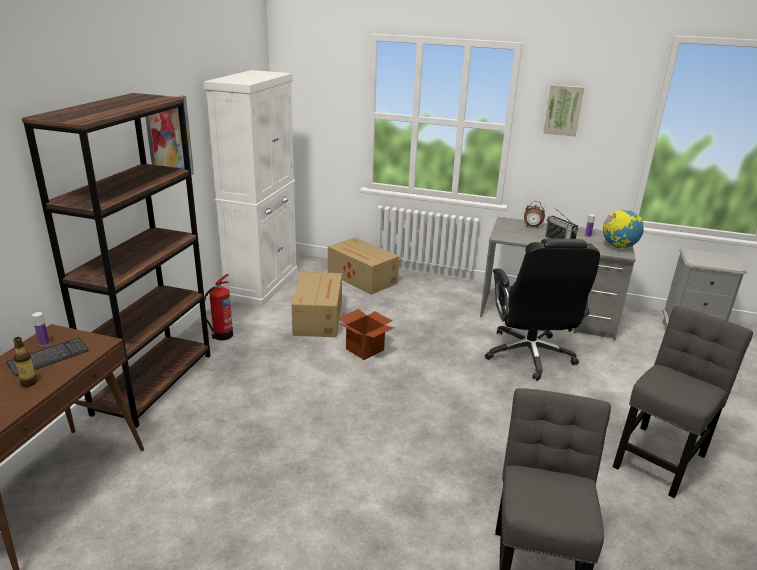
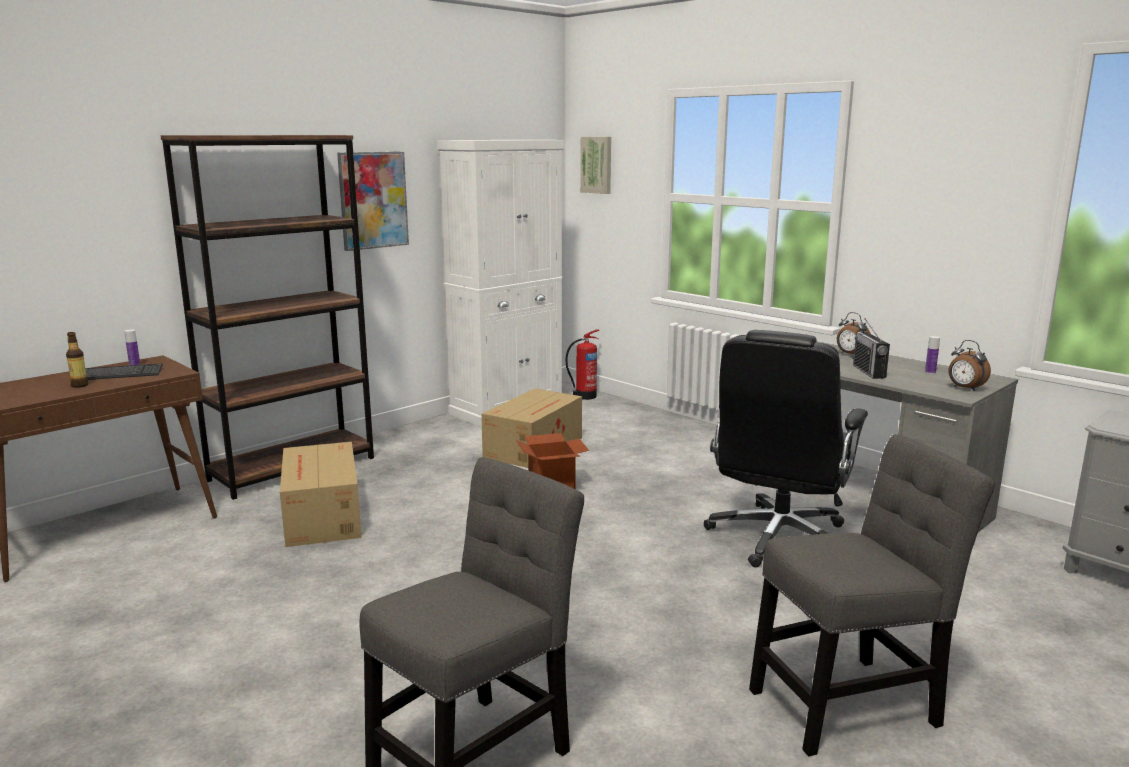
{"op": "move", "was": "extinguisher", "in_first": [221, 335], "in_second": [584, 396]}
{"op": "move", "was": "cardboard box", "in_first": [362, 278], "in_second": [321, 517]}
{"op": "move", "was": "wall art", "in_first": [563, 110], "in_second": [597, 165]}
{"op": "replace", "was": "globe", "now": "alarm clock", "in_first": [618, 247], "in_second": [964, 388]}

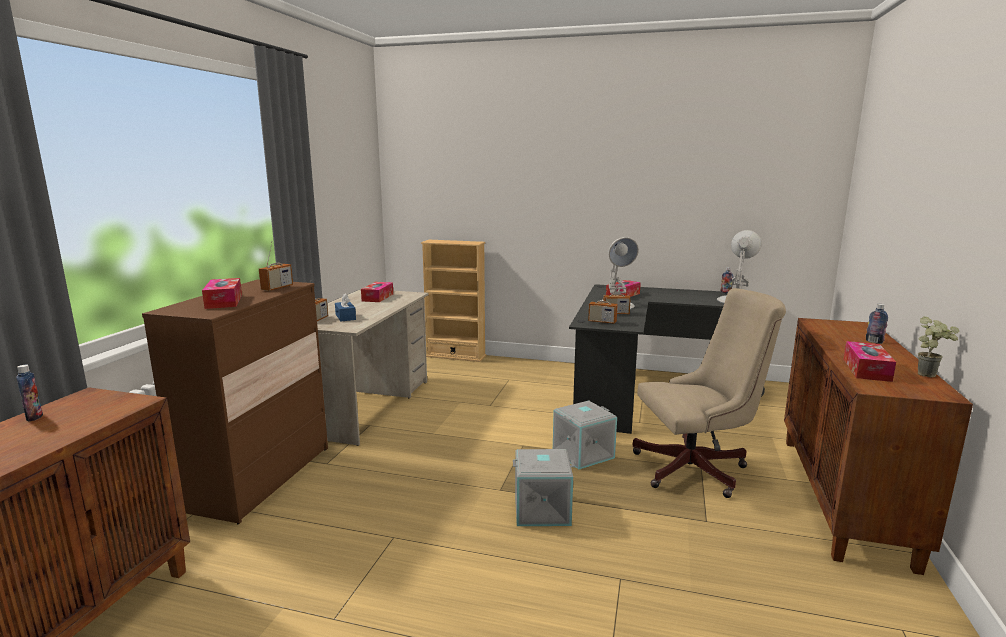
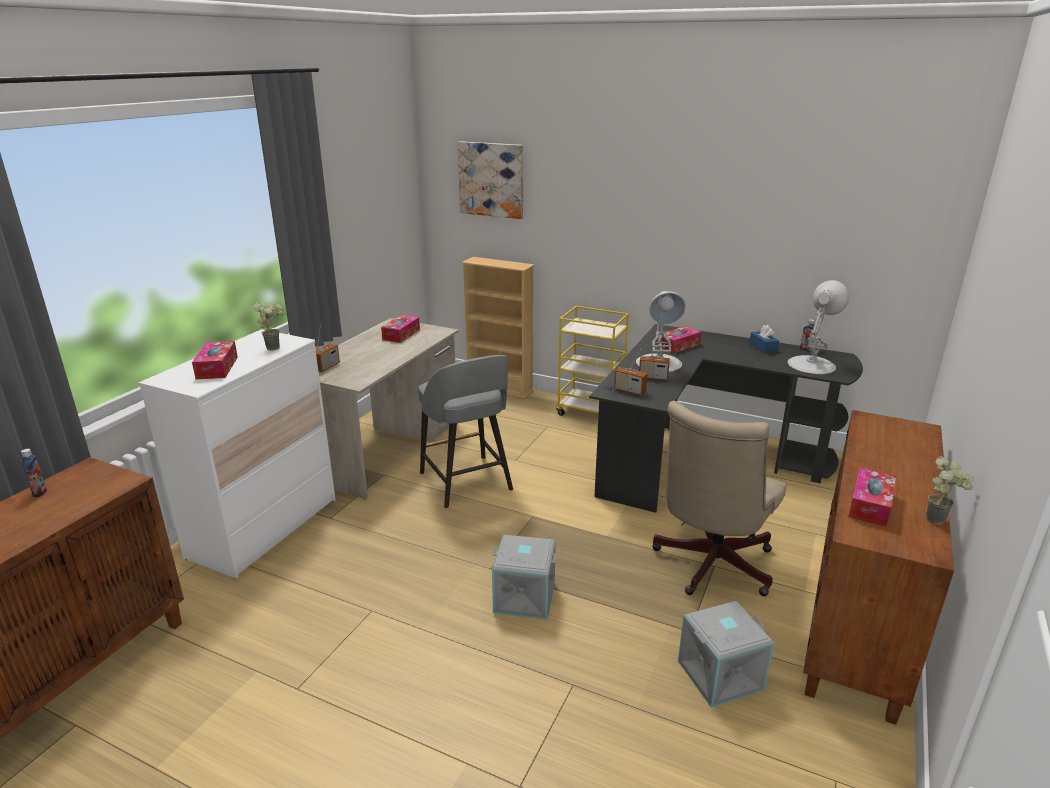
{"op": "delete", "was": "bottle", "in_first": [874, 341]}
{"op": "insert", "now": "gray stool", "in_second": [466, 483]}
{"op": "insert", "now": "wall art", "in_second": [491, 179]}
{"op": "insert", "now": "yellow-coloured cart", "in_second": [591, 412]}
{"op": "move", "was": "blue tissue box", "in_first": [345, 317], "in_second": [763, 347]}
{"op": "move", "was": "gray storage container", "in_first": [583, 453], "in_second": [720, 674]}
{"op": "replace", "was": "radio", "now": "plant in a pot", "in_first": [277, 288], "in_second": [275, 347]}
{"op": "recolor", "was": "brownish chest of drawers", "now": "white chest of drawers", "in_first": [259, 478], "in_second": [264, 528]}
{"op": "rotate", "was": "beige computer chair", "in_first": [697, 469], "in_second": [710, 566], "clockwise": 120}

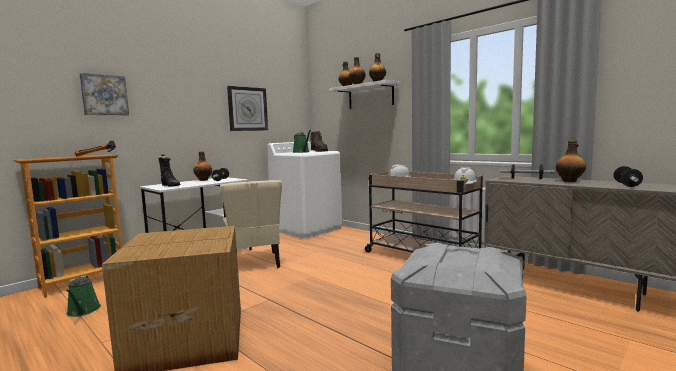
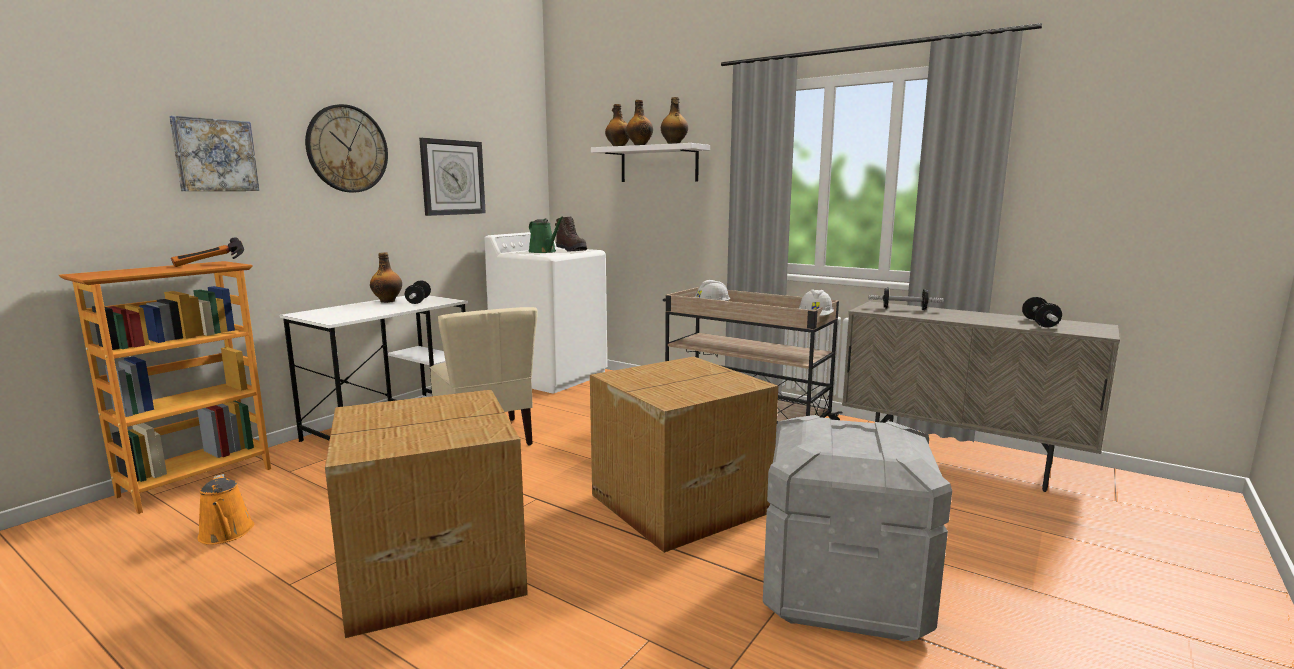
{"op": "delete", "was": "black tall boot", "in_first": [170, 186]}
{"op": "delete", "was": "bottle", "in_first": [570, 181]}
{"op": "insert", "now": "hanging clock", "in_second": [347, 149]}
{"op": "insert", "now": "cardboard box", "in_second": [676, 503]}
{"op": "recolor", "was": "green sprinkling can", "now": "orangey sprinkling can", "in_first": [83, 311], "in_second": [226, 534]}

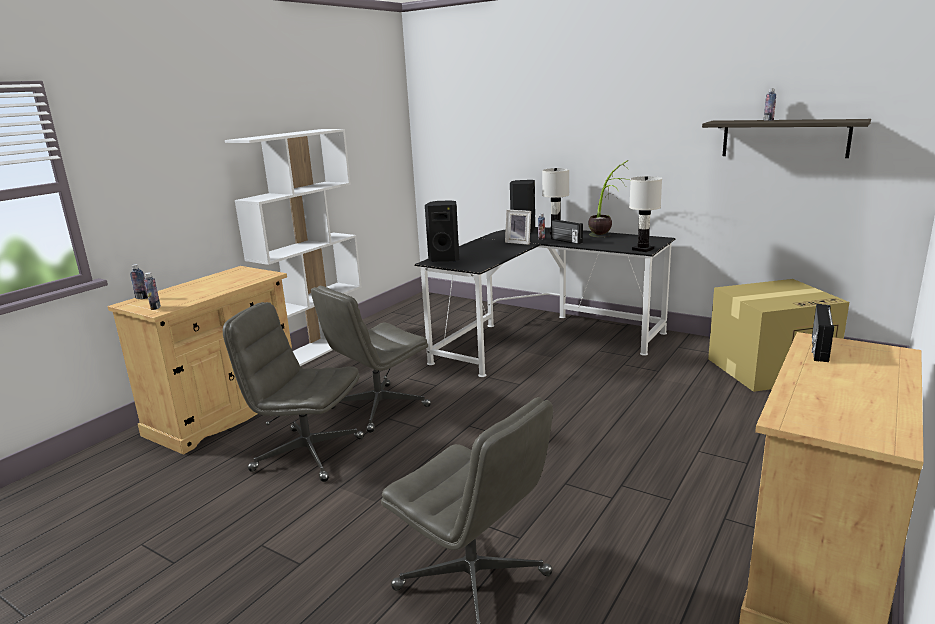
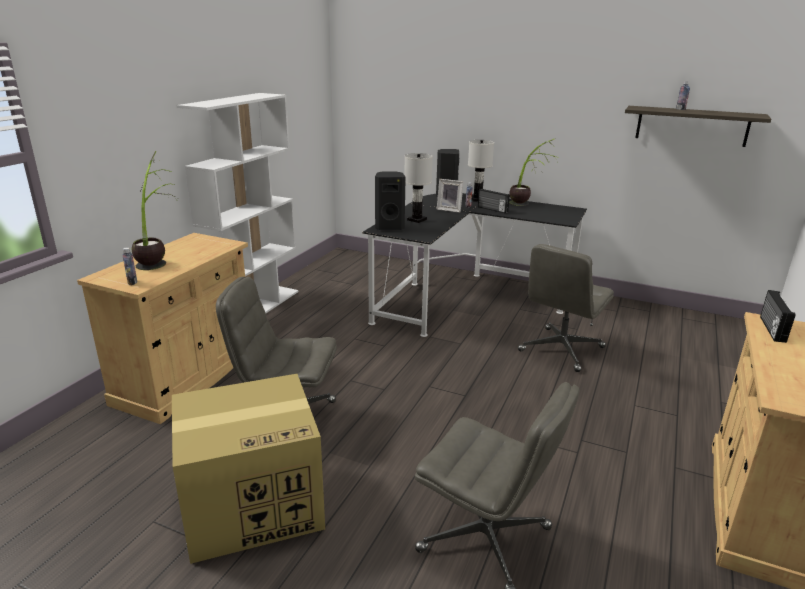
{"op": "delete", "was": "bottle", "in_first": [142, 298]}
{"op": "insert", "now": "plant in a pot", "in_second": [158, 258]}
{"op": "move", "was": "gray computer chair", "in_first": [378, 408], "in_second": [561, 350]}
{"op": "move", "was": "white table lamp", "in_first": [643, 249], "in_second": [416, 219]}
{"op": "move", "was": "cardboard box", "in_first": [770, 368], "in_second": [254, 503]}

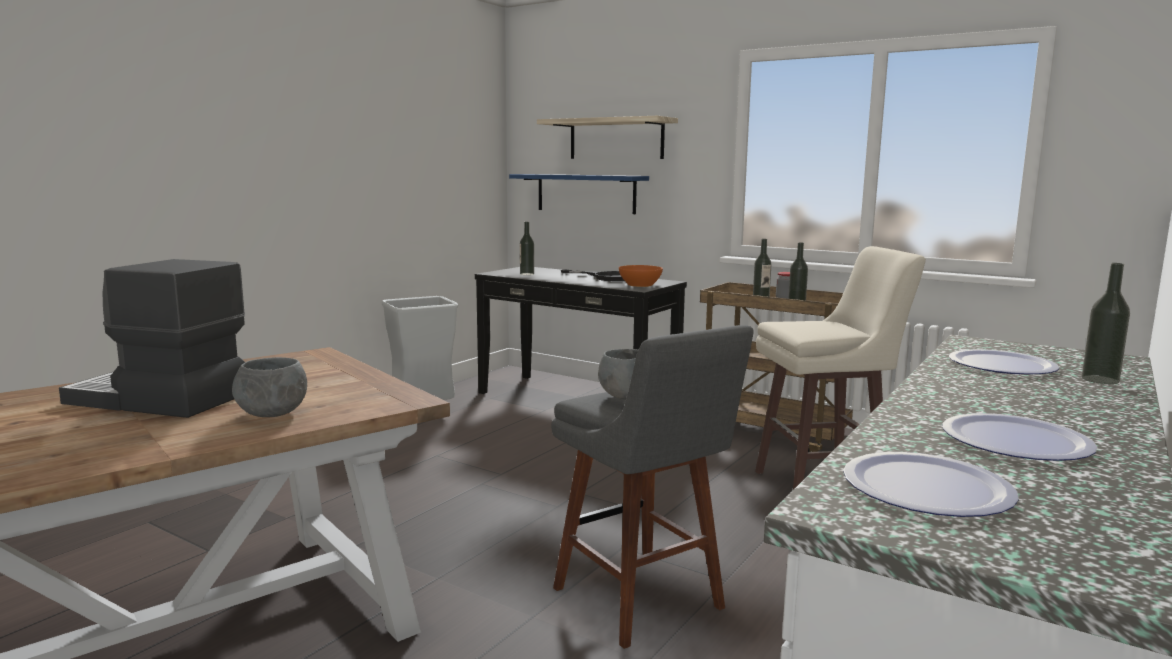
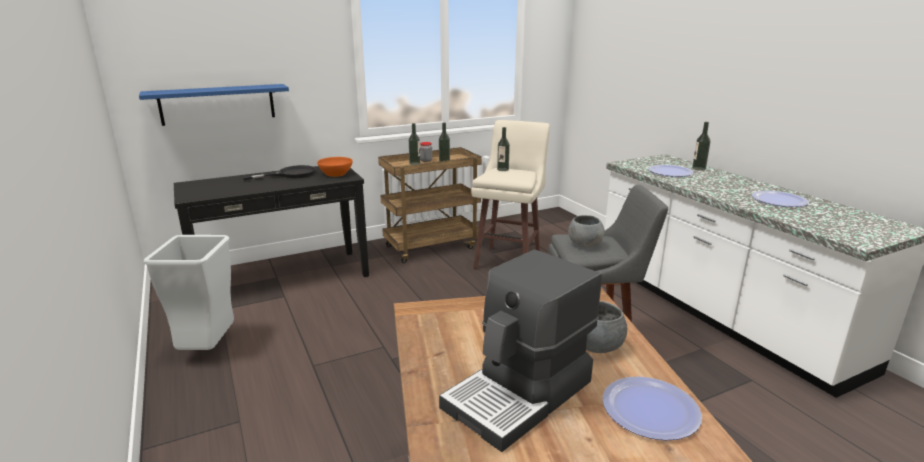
{"op": "delete", "was": "bracket shelf", "in_first": [616, 139]}
{"op": "move", "was": "bottle", "in_first": [527, 274], "in_second": [503, 169]}
{"op": "move", "was": "dinner plate", "in_first": [926, 488], "in_second": [650, 409]}

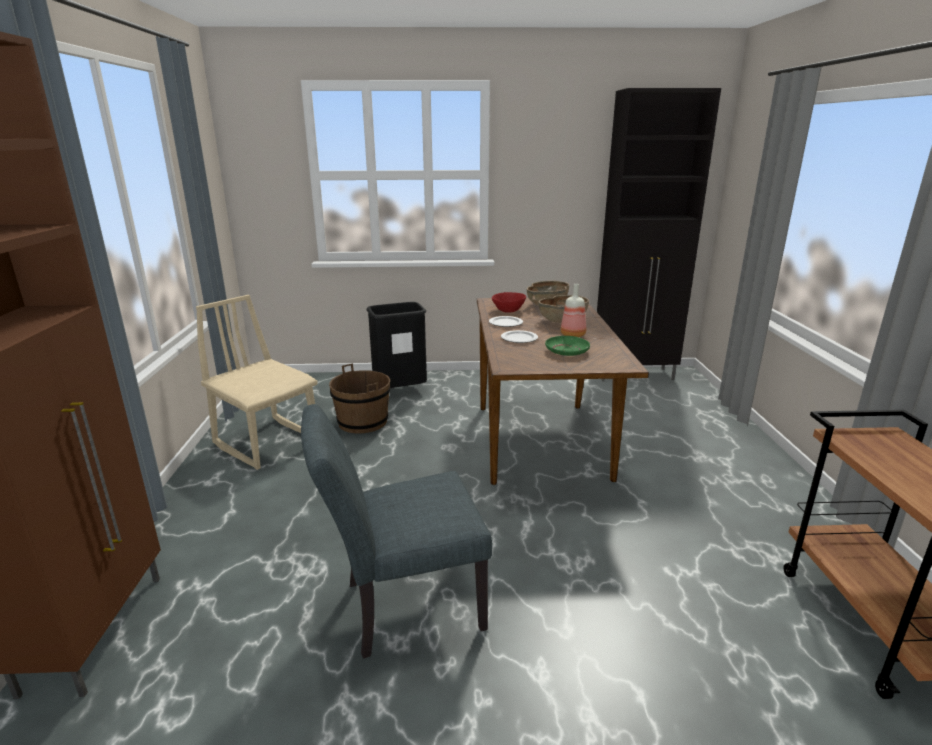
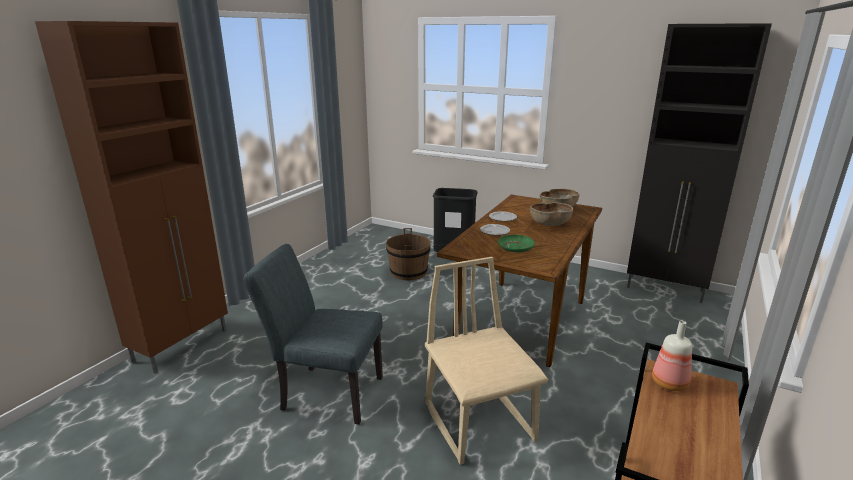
{"op": "delete", "was": "red-coloured deep dish", "in_first": [508, 310]}
{"op": "move", "was": "beige upright chair", "in_first": [268, 442], "in_second": [480, 422]}
{"op": "move", "was": "bottle", "in_first": [573, 335], "in_second": [670, 384]}

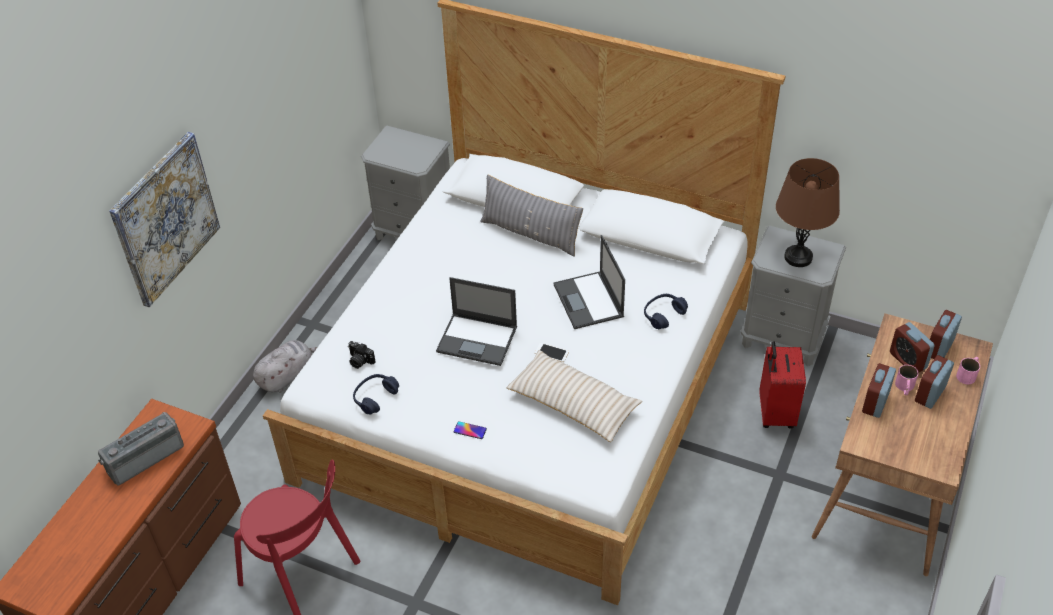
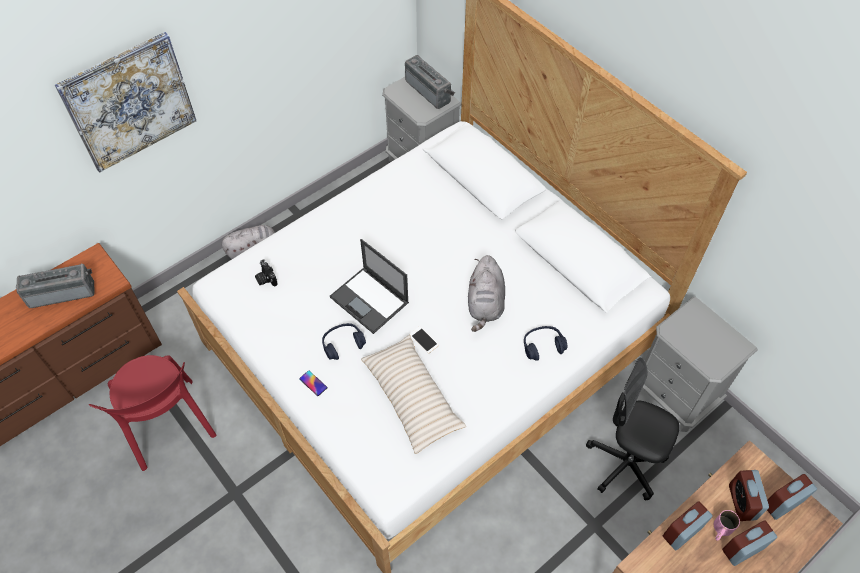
{"op": "delete", "was": "gray pillow", "in_first": [530, 234]}
{"op": "delete", "was": "brownish table lamp", "in_first": [798, 257]}
{"op": "delete", "was": "pinkish mug", "in_first": [968, 374]}
{"op": "insert", "now": "radio", "in_second": [430, 90]}
{"op": "move", "was": "blue pair of headphones", "in_first": [375, 397], "in_second": [343, 344]}
{"op": "replace", "was": "laptop", "now": "gray plush toy", "in_first": [589, 301], "in_second": [485, 304]}
{"op": "replace", "was": "red-coloured suitcase", "now": "black computer chair", "in_first": [774, 413], "in_second": [624, 463]}

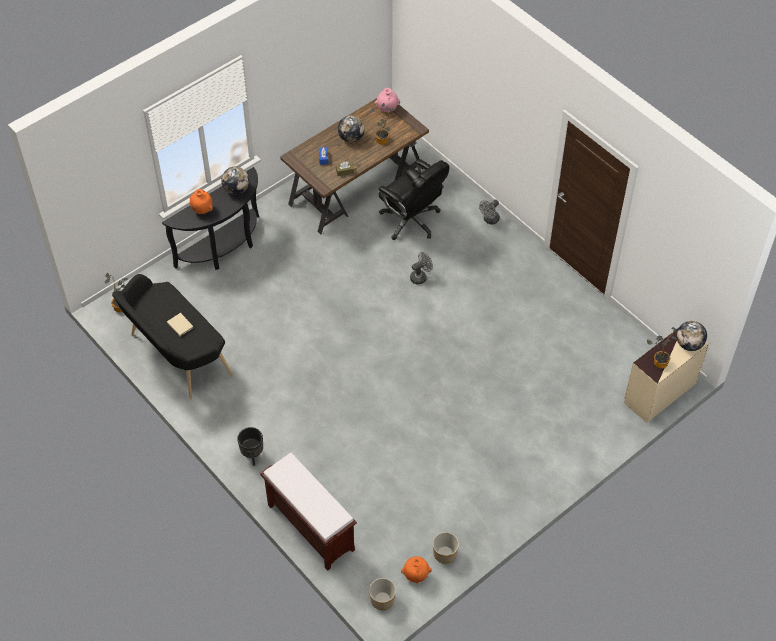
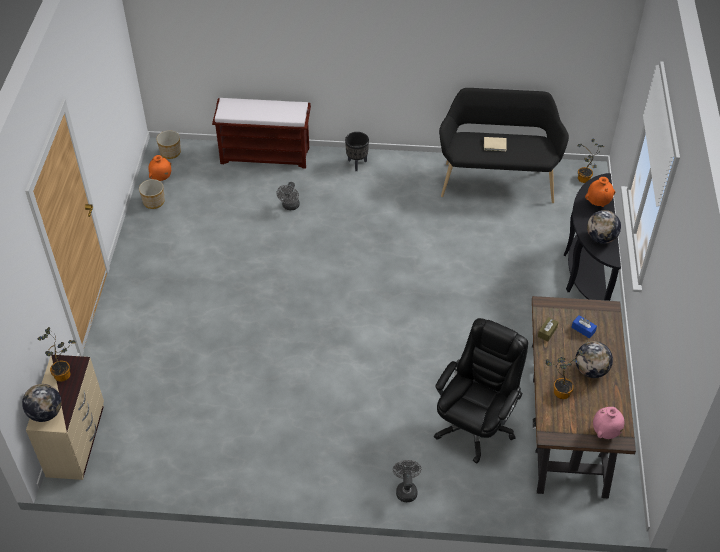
{"op": "move", "was": "gray cooling fan", "in_first": [420, 277], "in_second": [290, 207]}
{"op": "rotate", "was": "black computer chair", "in_first": [411, 221], "in_second": [475, 425], "clockwise": 120}

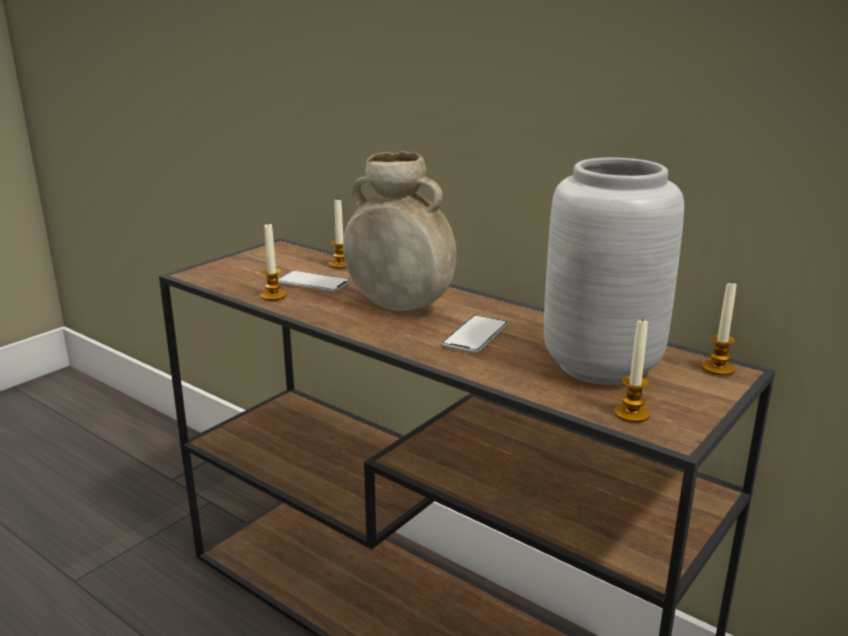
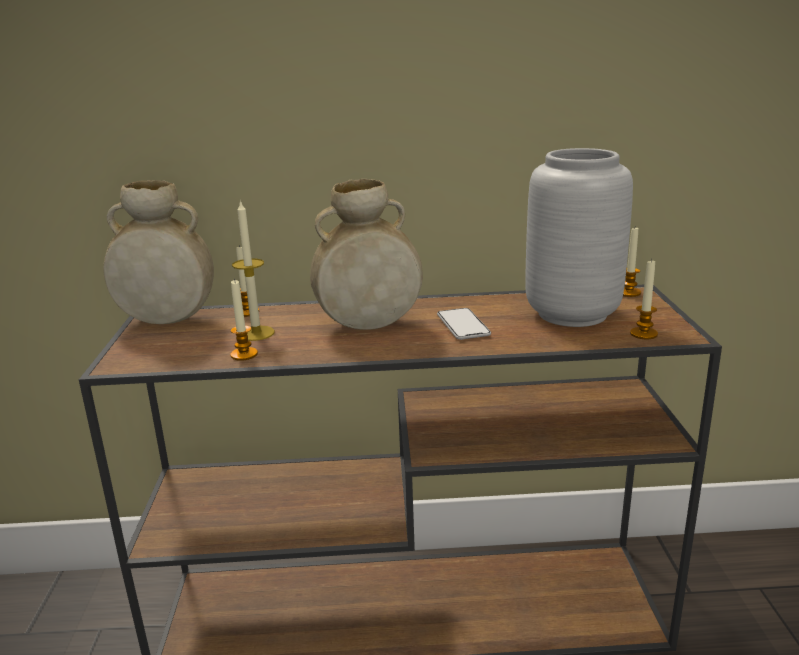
{"op": "insert", "now": "beige decorative vase", "in_second": [167, 321]}
{"op": "replace", "was": "phone", "now": "wax candle", "in_first": [313, 283], "in_second": [256, 333]}

